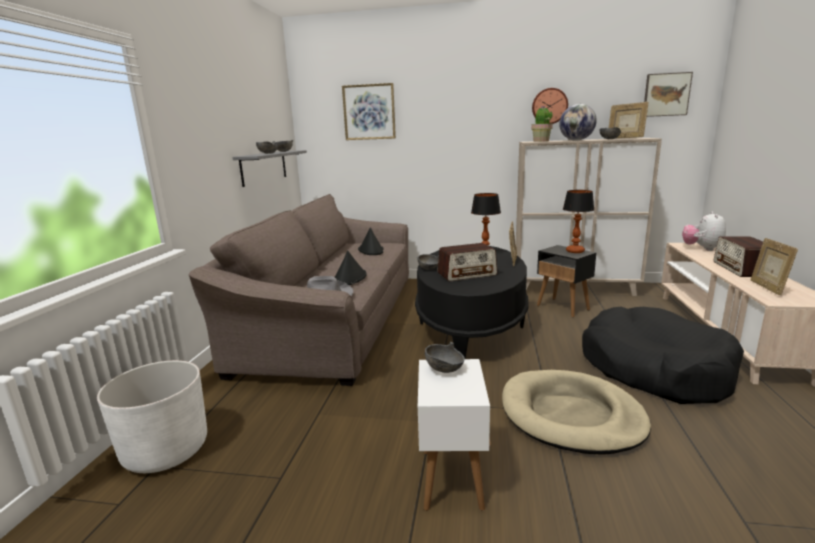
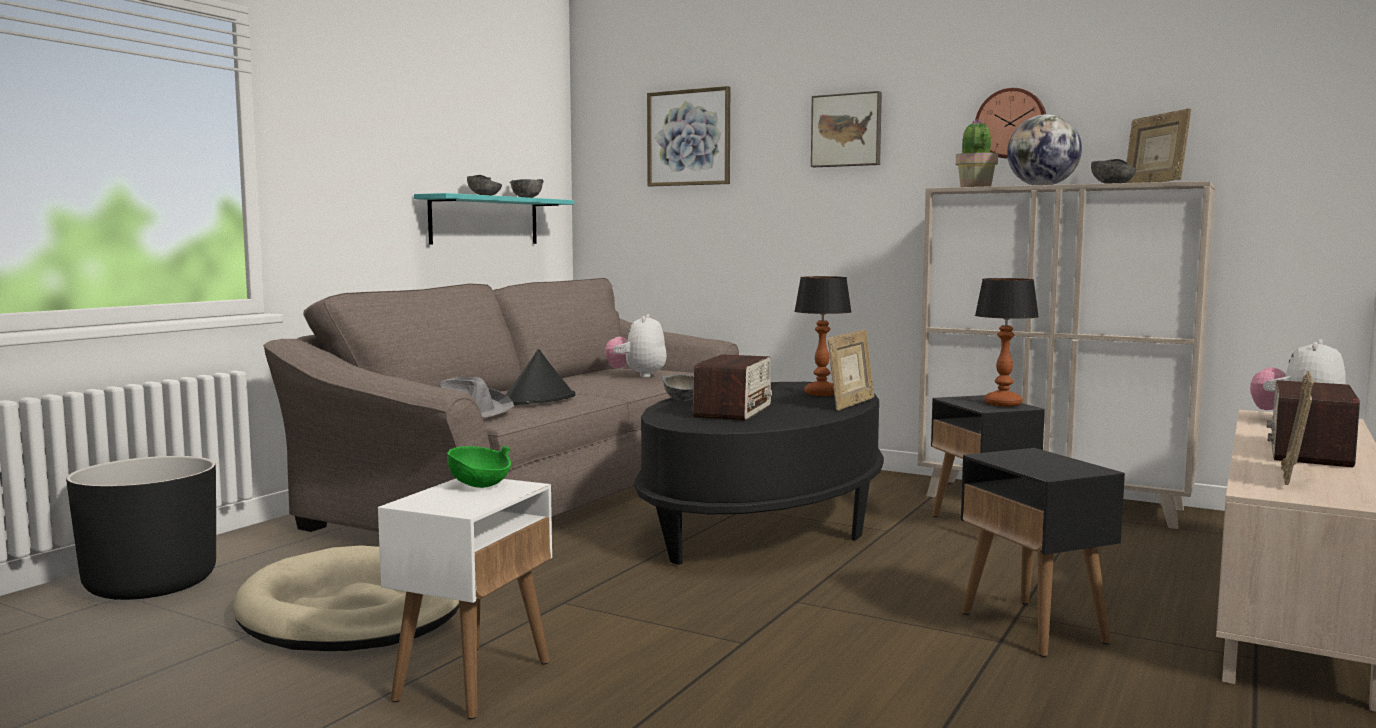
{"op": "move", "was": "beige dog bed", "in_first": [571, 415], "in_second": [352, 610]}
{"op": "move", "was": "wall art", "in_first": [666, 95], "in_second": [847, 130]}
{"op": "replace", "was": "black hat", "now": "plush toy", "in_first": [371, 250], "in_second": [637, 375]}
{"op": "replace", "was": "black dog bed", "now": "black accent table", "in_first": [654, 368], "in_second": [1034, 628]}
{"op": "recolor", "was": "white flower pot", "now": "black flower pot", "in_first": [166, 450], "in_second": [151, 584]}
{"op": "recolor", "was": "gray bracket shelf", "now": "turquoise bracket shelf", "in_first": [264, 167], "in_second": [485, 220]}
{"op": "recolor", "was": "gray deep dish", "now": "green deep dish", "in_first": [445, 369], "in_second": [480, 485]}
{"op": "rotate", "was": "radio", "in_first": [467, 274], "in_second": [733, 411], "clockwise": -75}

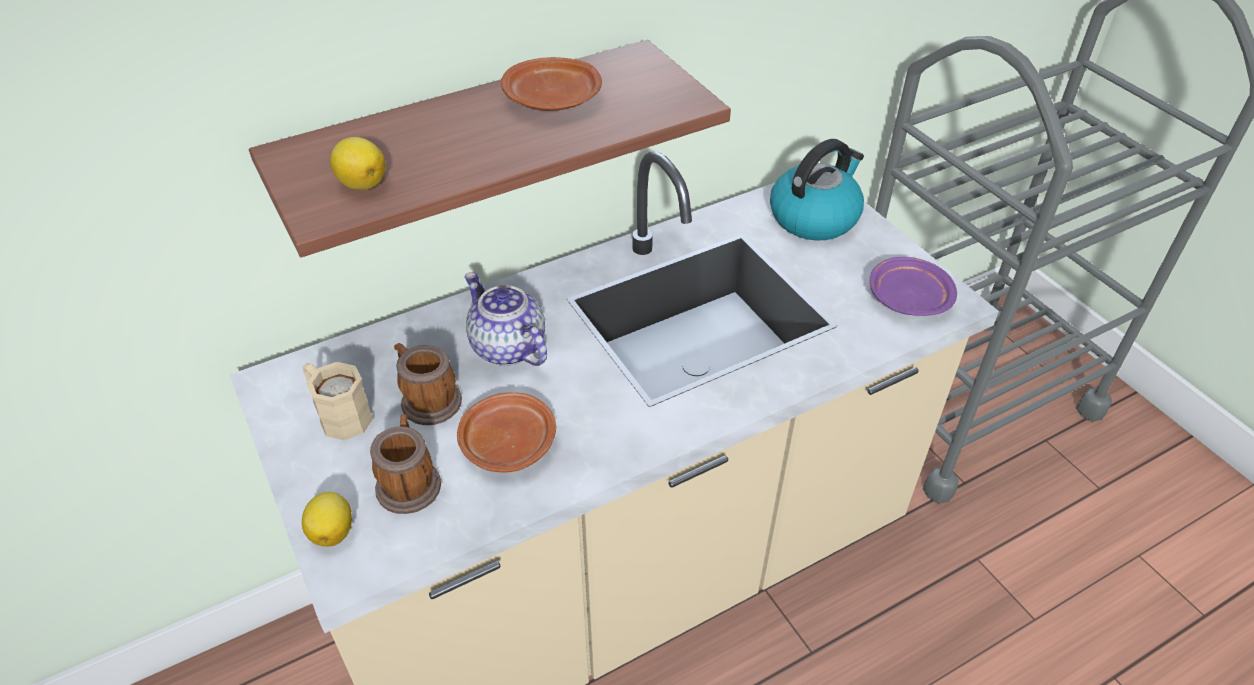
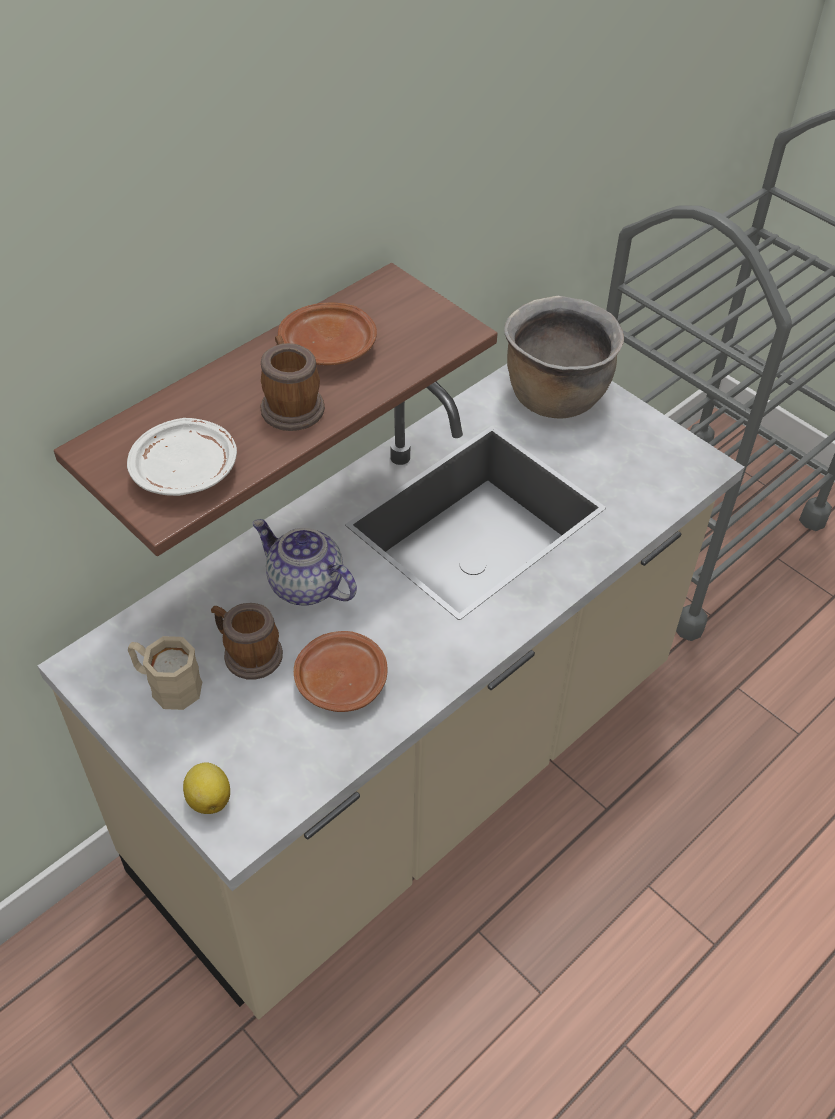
{"op": "delete", "was": "purple dinner plate", "in_first": [907, 298]}
{"op": "move", "was": "mug", "in_first": [409, 481], "in_second": [290, 404]}
{"op": "replace", "was": "whole lemon", "now": "white dinner plate", "in_first": [362, 183], "in_second": [186, 470]}
{"op": "replace", "was": "kettle", "now": "brownish stockpot", "in_first": [814, 217], "in_second": [555, 396]}

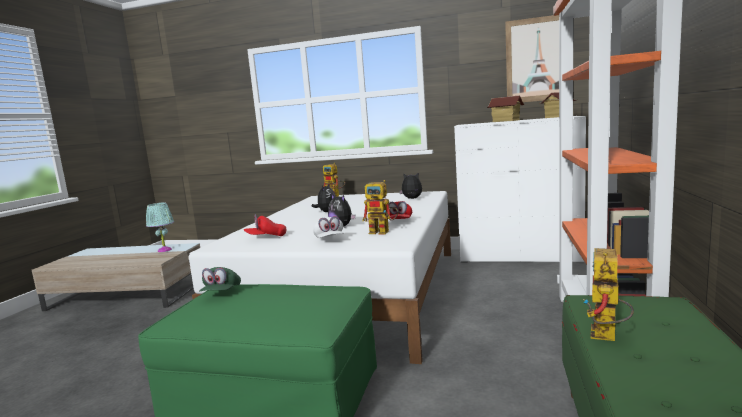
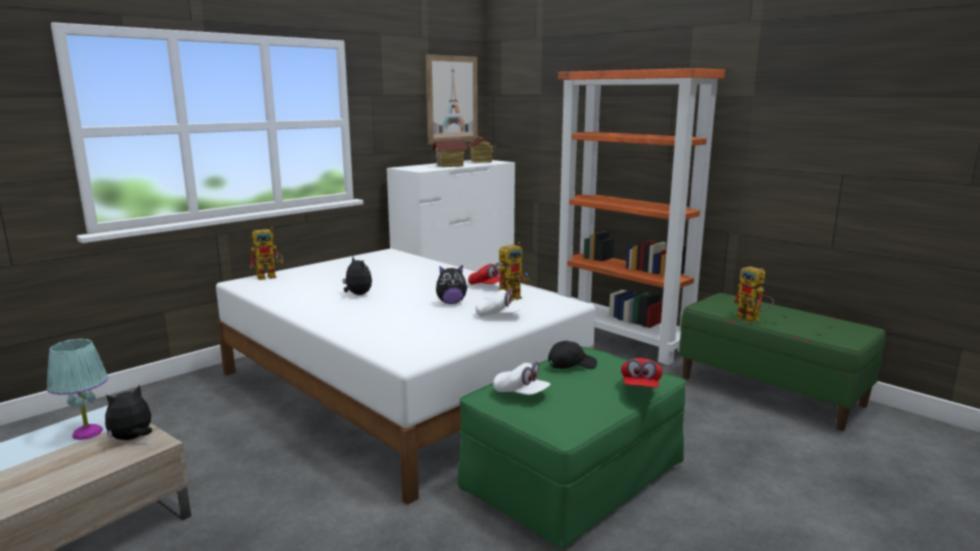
{"op": "insert", "now": "black cap", "in_second": [571, 364]}
{"op": "move", "was": "red-coloured cap", "in_first": [266, 237], "in_second": [640, 387]}
{"op": "move", "was": "plush toy", "in_first": [412, 199], "in_second": [132, 438]}
{"op": "recolor", "was": "green cap", "now": "white cap", "in_first": [221, 293], "in_second": [521, 393]}

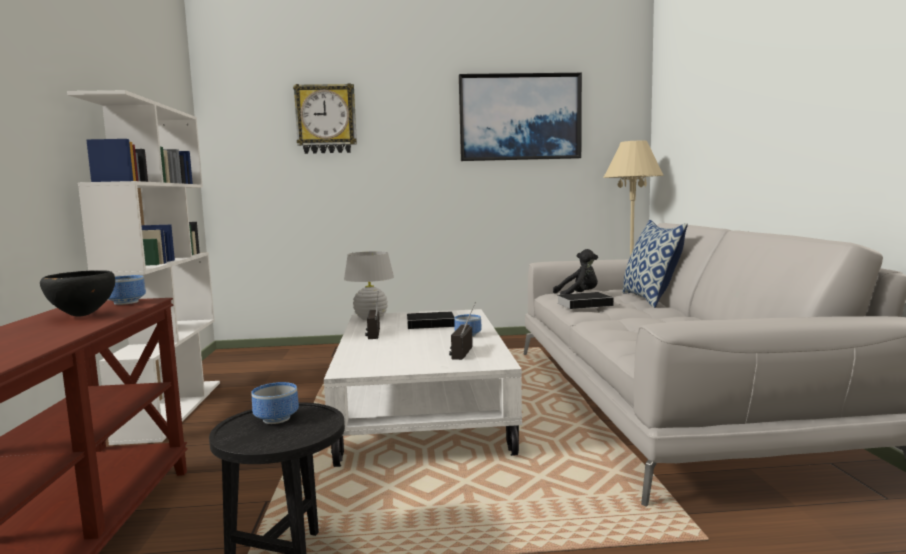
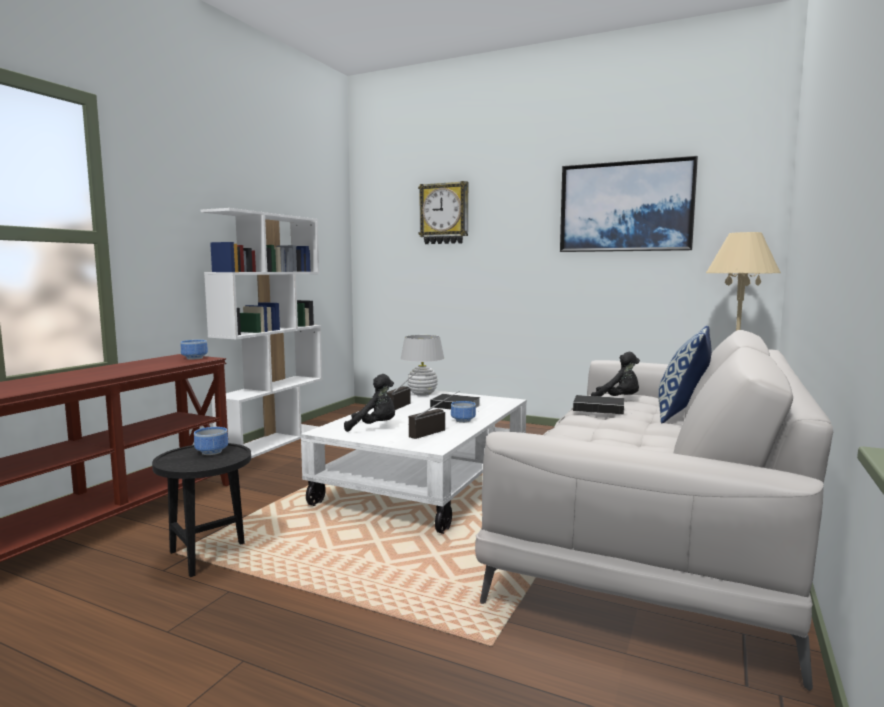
{"op": "delete", "was": "black deep dish", "in_first": [82, 316]}
{"op": "insert", "now": "black plush toy", "in_second": [374, 427]}

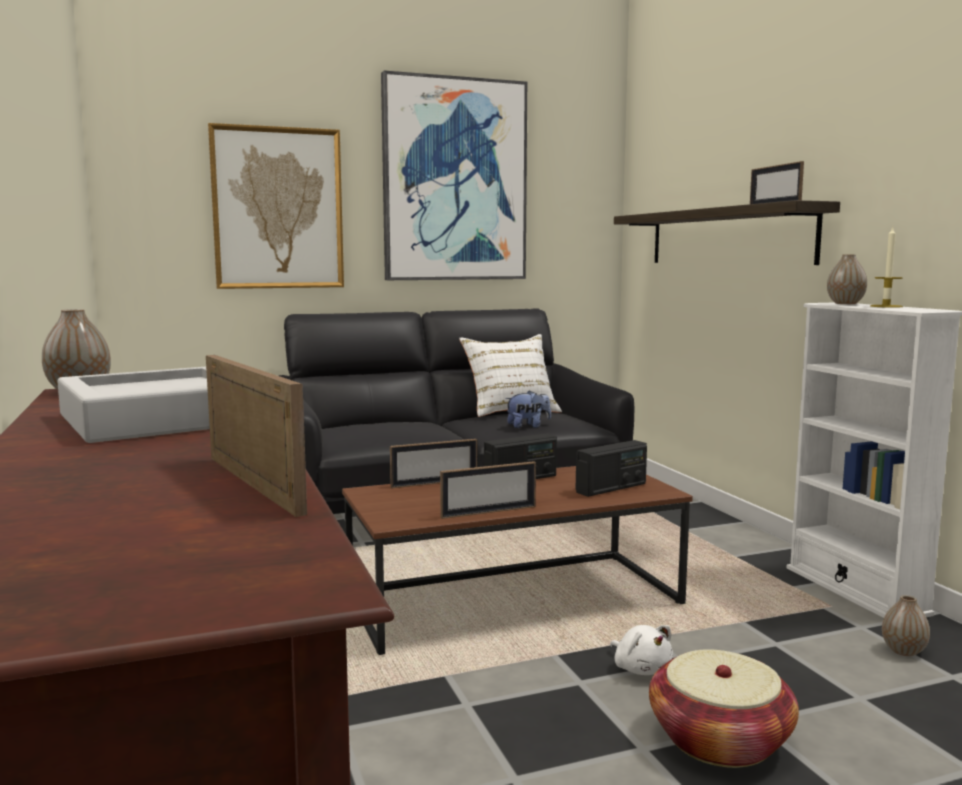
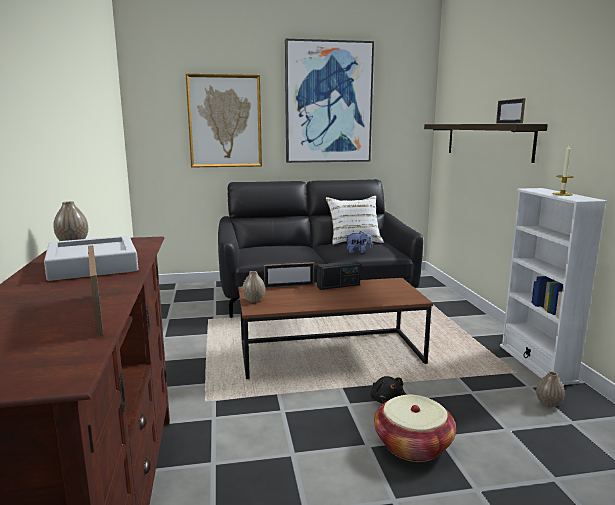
{"op": "delete", "was": "standing frame", "in_first": [488, 512]}
{"op": "delete", "was": "radio", "in_first": [611, 488]}
{"op": "move", "was": "decorative vase", "in_first": [845, 303], "in_second": [254, 300]}
{"op": "recolor", "was": "white plush toy", "now": "black plush toy", "in_first": [641, 668], "in_second": [386, 400]}

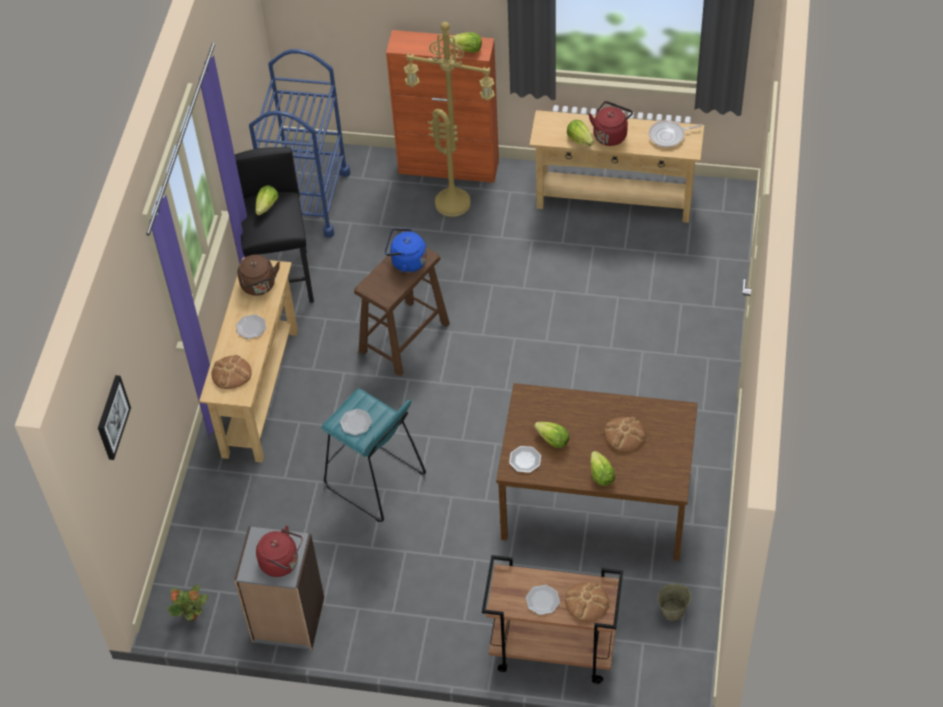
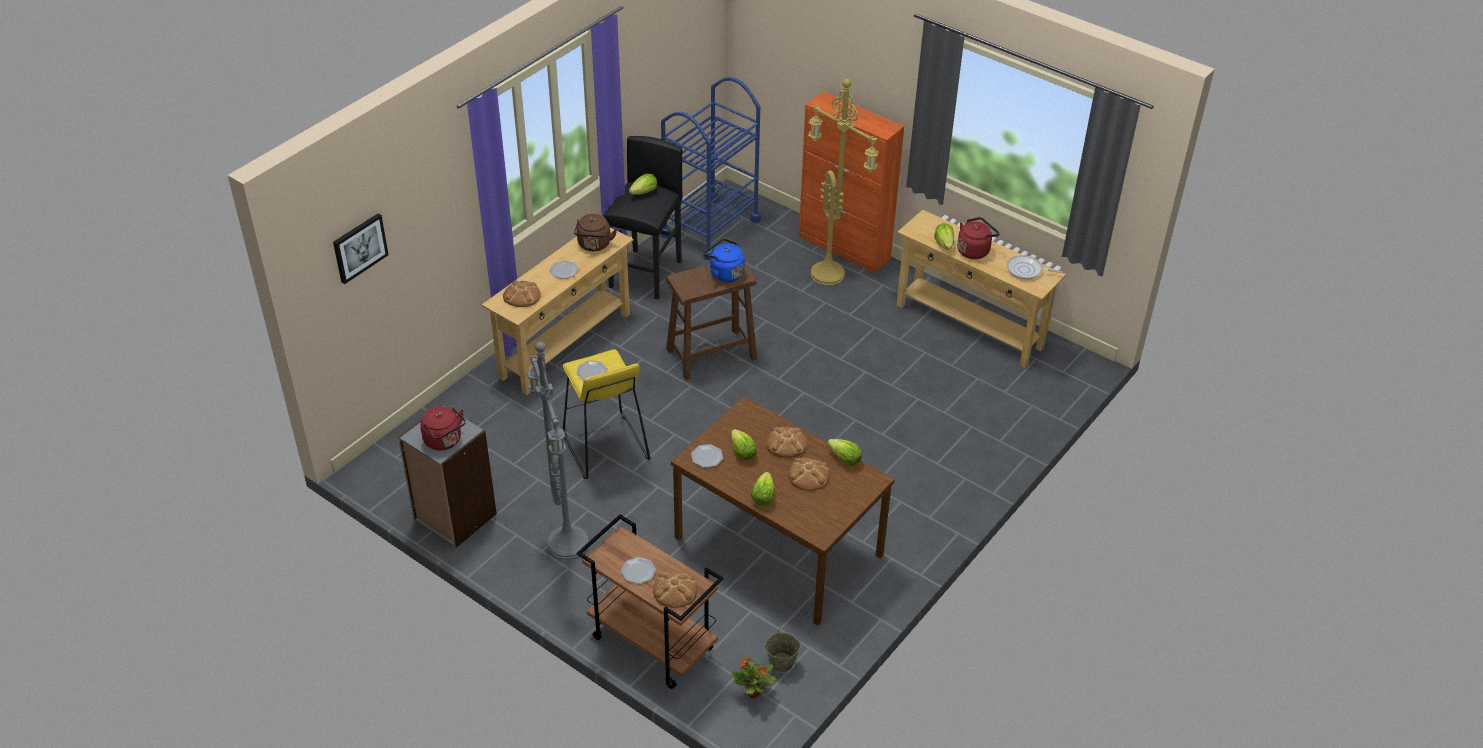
{"op": "insert", "now": "gray standard lamp", "in_second": [565, 543]}
{"op": "insert", "now": "bread", "in_second": [786, 444]}
{"op": "move", "was": "plant in a pot", "in_first": [192, 615], "in_second": [754, 692]}
{"op": "move", "was": "head of lettuce", "in_first": [467, 50], "in_second": [844, 459]}
{"op": "recolor", "was": "turquoise stool", "now": "yellow-coloured stool", "in_first": [375, 481], "in_second": [605, 448]}

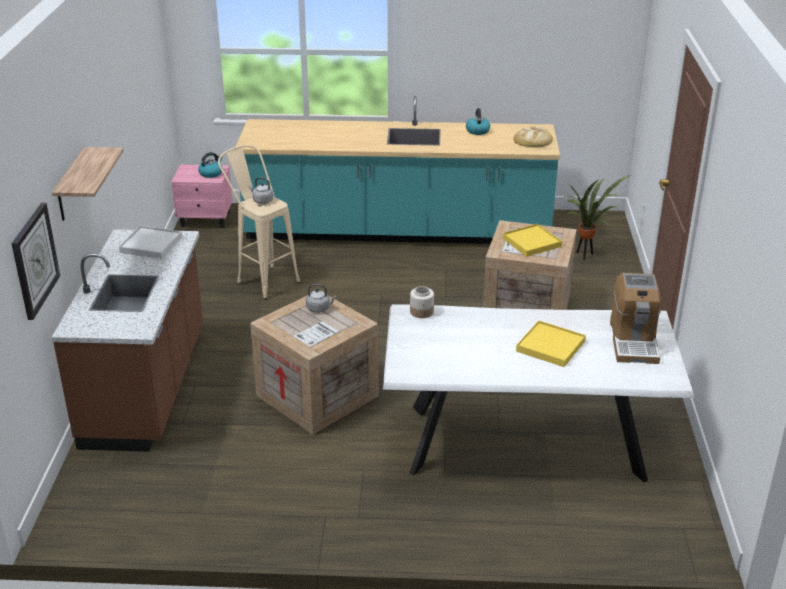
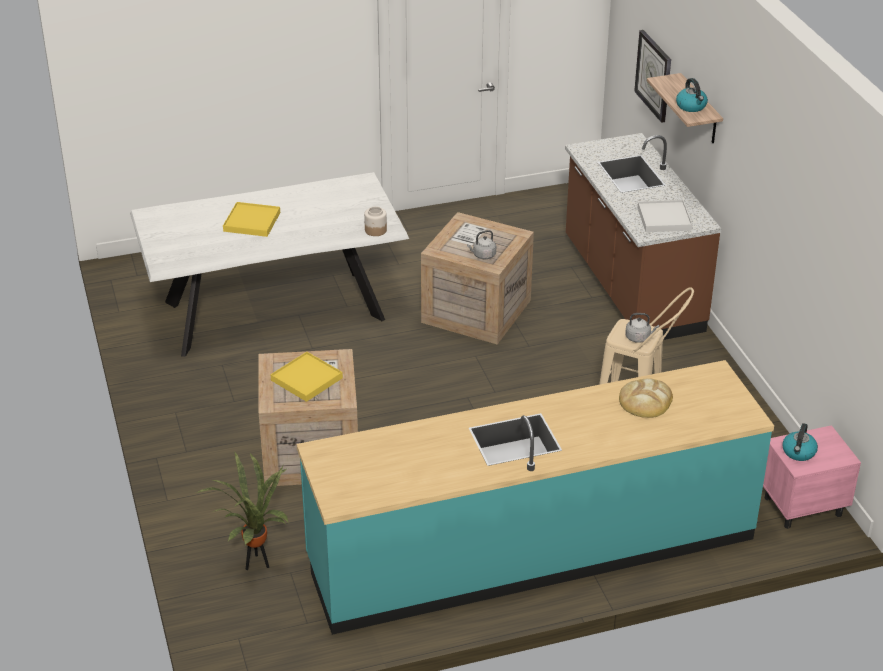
{"op": "delete", "was": "coffee maker", "in_first": [633, 341]}
{"op": "move", "was": "kettle", "in_first": [477, 131], "in_second": [691, 106]}
{"op": "move", "was": "bread", "in_first": [533, 140], "in_second": [645, 401]}

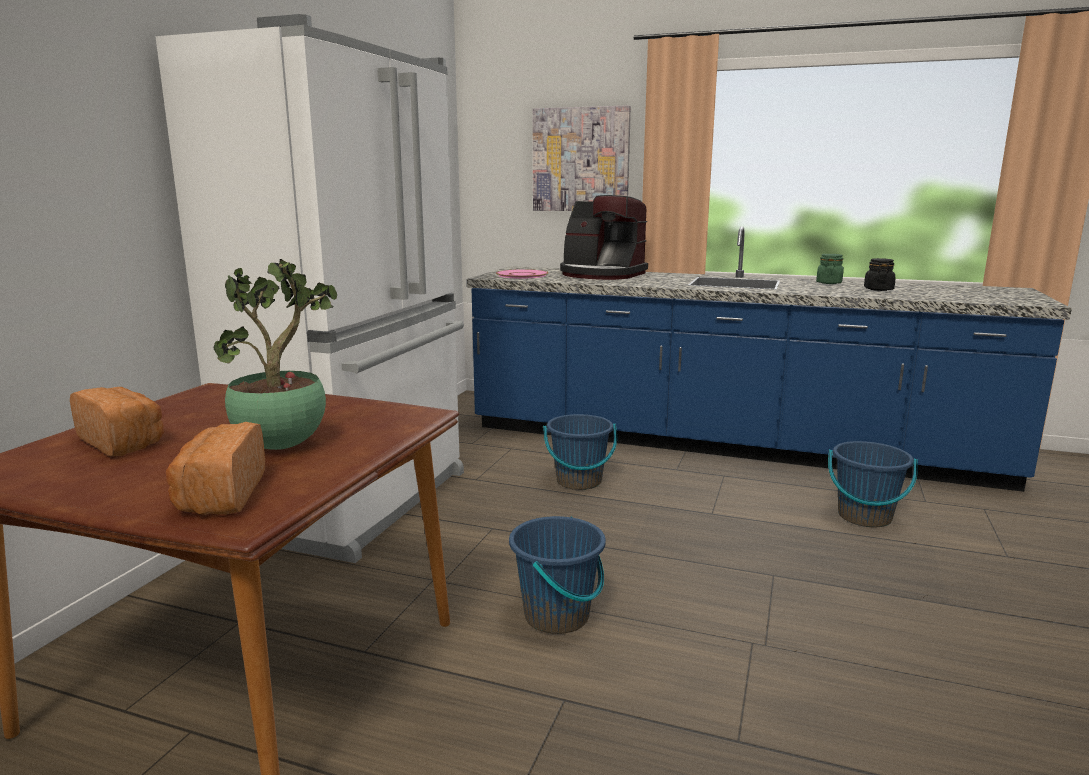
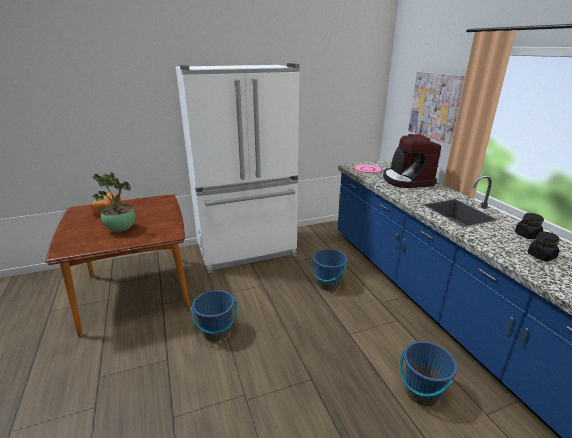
{"op": "delete", "was": "bread", "in_first": [220, 495]}
{"op": "recolor", "was": "green preserve jar", "now": "black preserve jar", "in_first": [829, 283], "in_second": [527, 235]}

